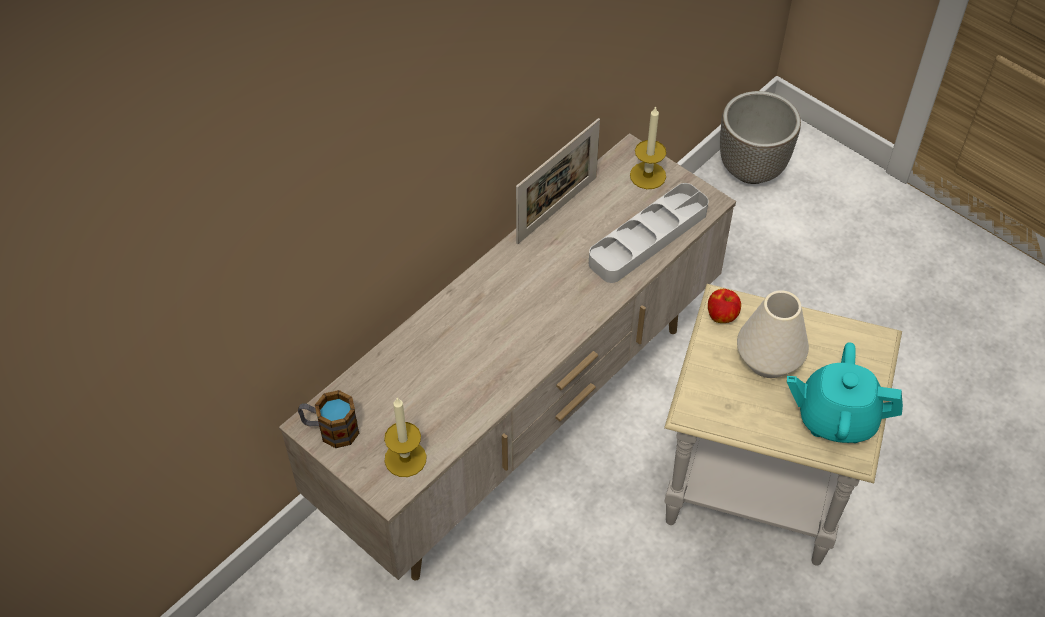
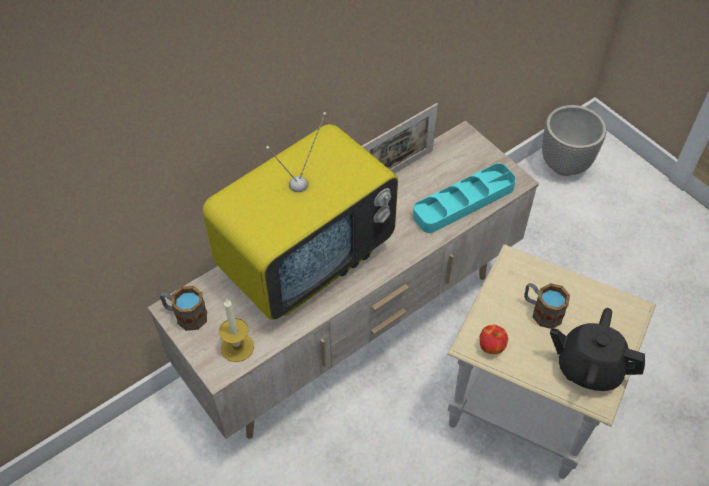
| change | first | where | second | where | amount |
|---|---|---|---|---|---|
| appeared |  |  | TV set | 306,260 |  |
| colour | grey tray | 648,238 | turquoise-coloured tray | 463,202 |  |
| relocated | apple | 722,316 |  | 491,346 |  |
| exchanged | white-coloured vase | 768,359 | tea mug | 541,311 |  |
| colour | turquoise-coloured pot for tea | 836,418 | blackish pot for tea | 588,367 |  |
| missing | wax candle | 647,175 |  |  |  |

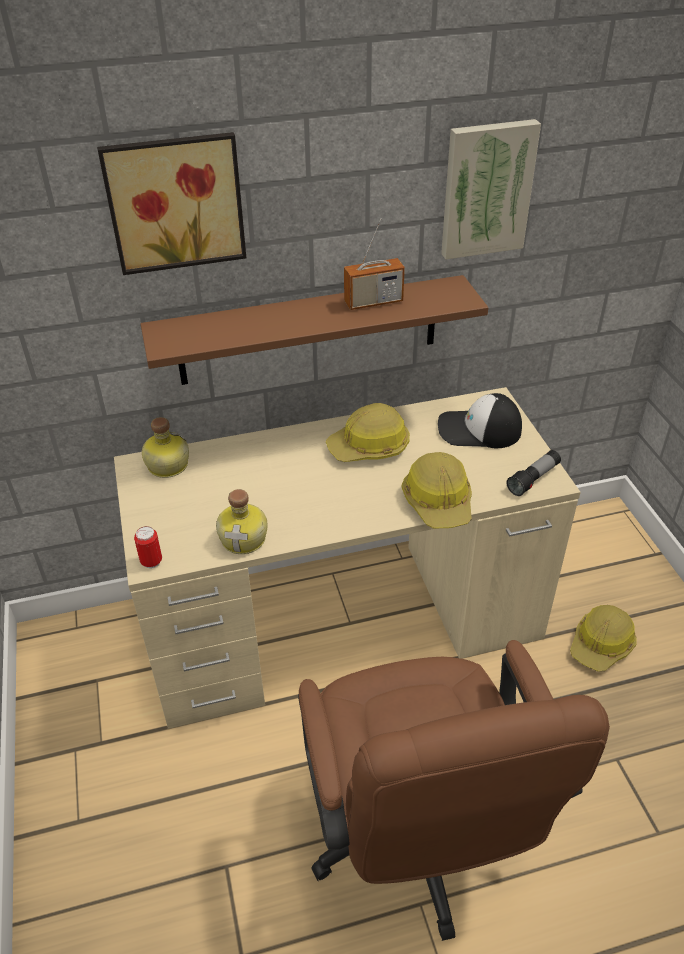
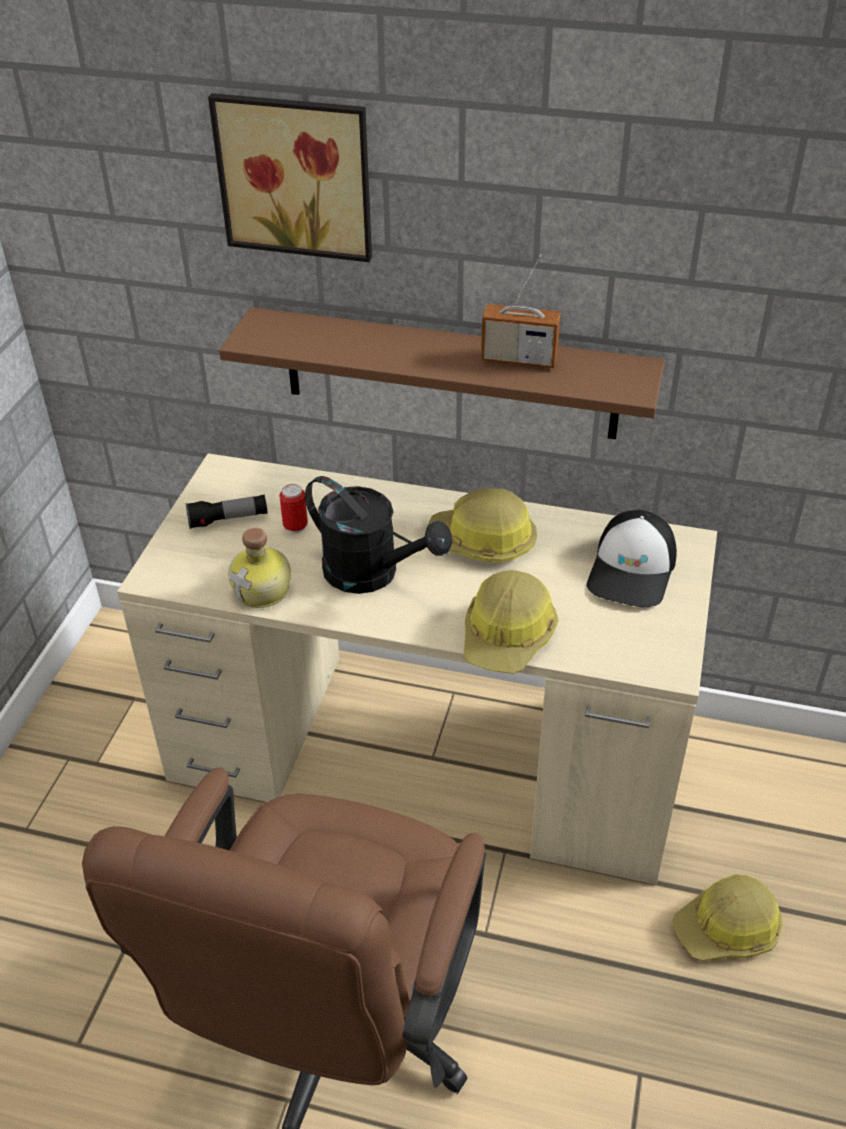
| change | first | where | second | where | amount |
|---|---|---|---|---|---|
| relocated | flashlight | 533,479 |  | 228,520 |  |
| relocated | can | 151,562 |  | 295,527 |  |
| appeared |  |  | blackish watering can | 372,574 |  |
| spun | peaked cap | 478,430 |  | 632,570 | 105 degrees counterclockwise |
| missing | bottle | 166,465 |  |  |  |
| missing | wall art | 486,189 |  |  |  |

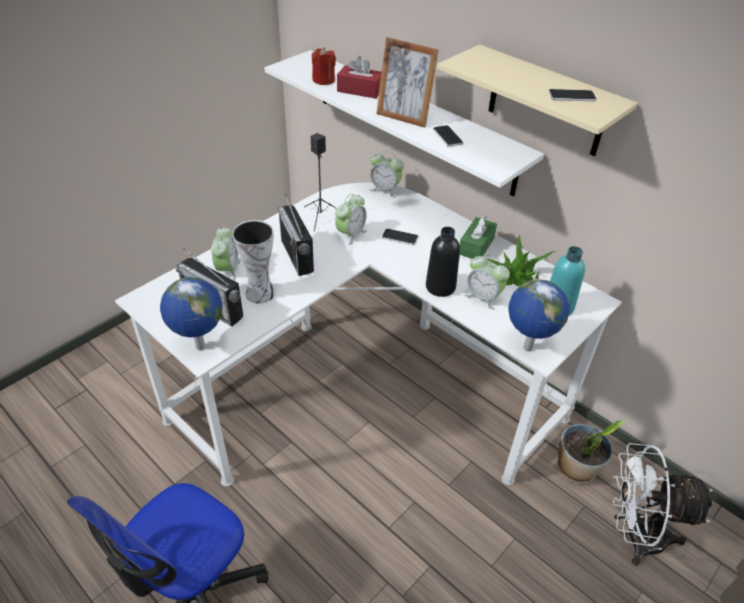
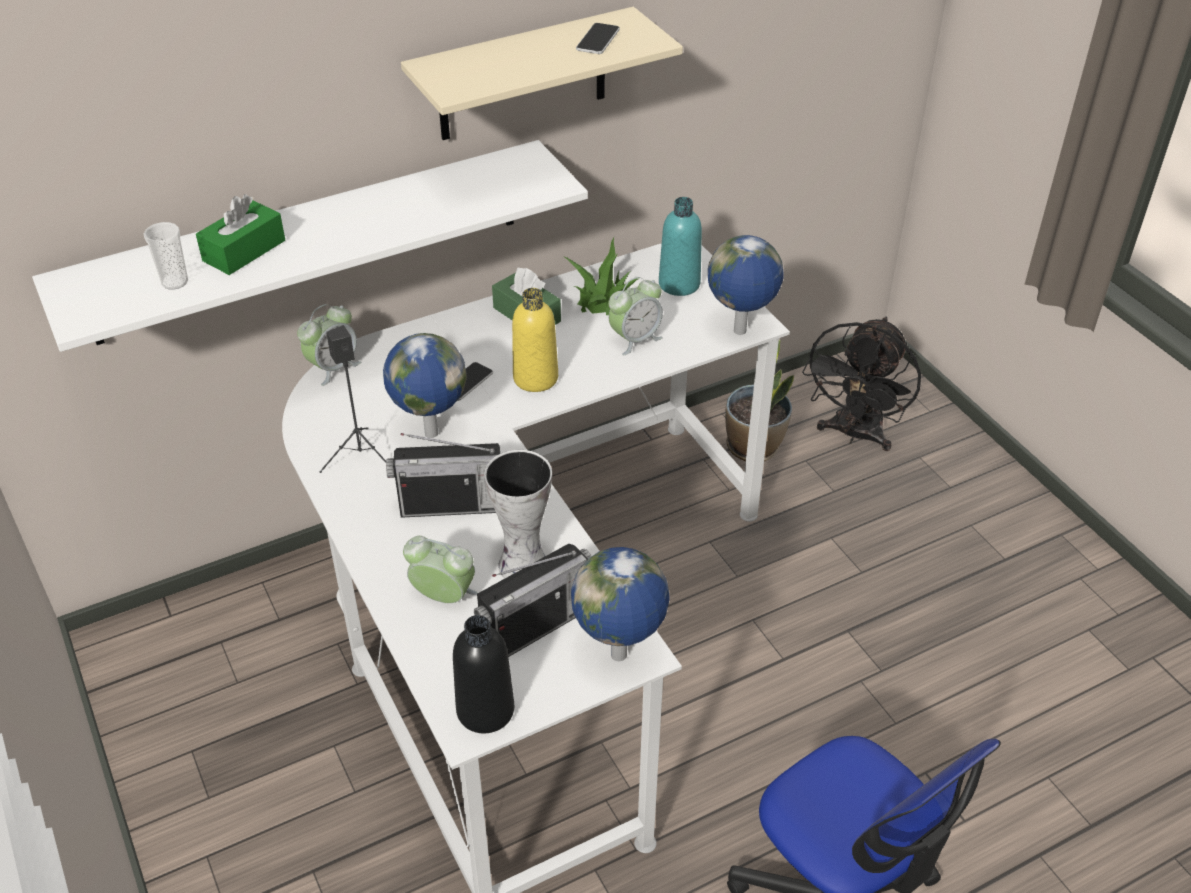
| change | first | where | second | where | amount |
|---|---|---|---|---|---|
| exchanged | red wax candle | 323,80 | drinking cup | 175,282 |  |
| colour | red tissue holder | 360,90 | green-coloured tissue holder | 244,251 |  |
| exchanged | alarm clock | 350,234 | globe | 430,433 |  |
| relocated | blackish bottle | 440,287 |  | 485,710 |  |
| appeared |  |  | yellow-coloured bottle | 535,378 |  |
| colour | white-coloured fan | 634,536 | blackish fan | 854,435 |  |
| missing | picture frame | 403,117 |  |  |  |
| missing | telephone | 447,137 |  |  |  |

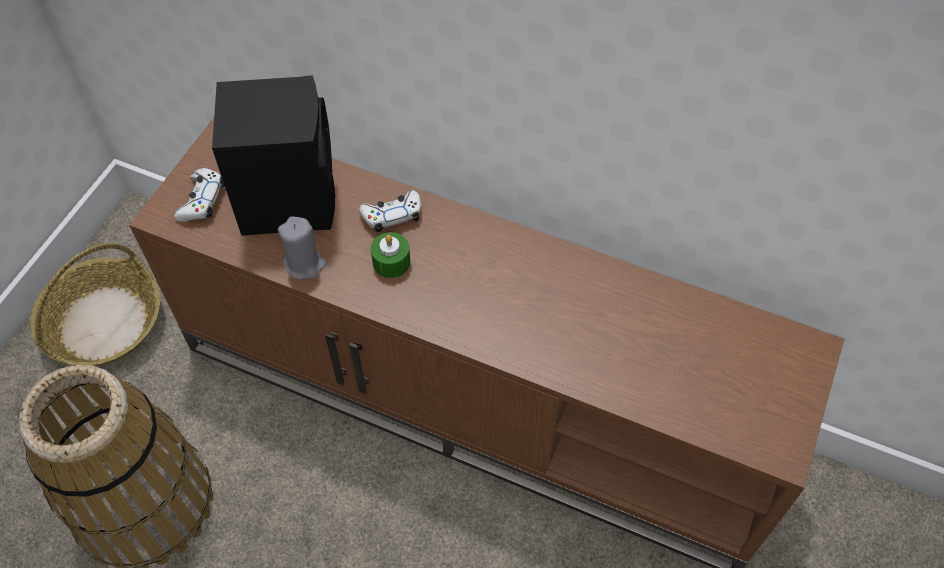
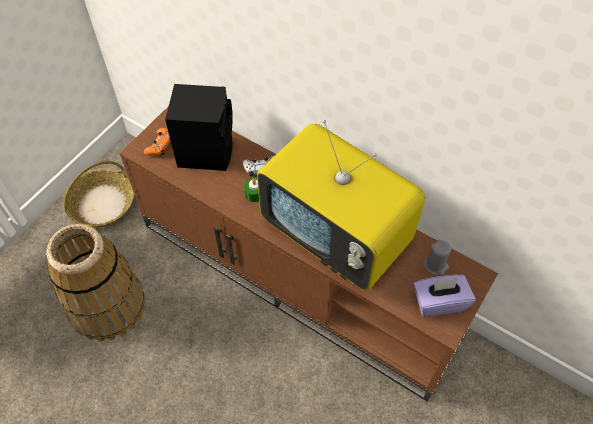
| change | first | where | second | where | amount |
|---|---|---|---|---|---|
| colour | white-coloured gamepad | 201,200 | orange-coloured gamepad | 159,145 |  |
| appeared |  |  | TV set | 337,237 |  |
| appeared |  |  | purple tissue holder | 439,302 |  |
| relocated | grey wax candle | 305,264 |  | 435,265 |  |

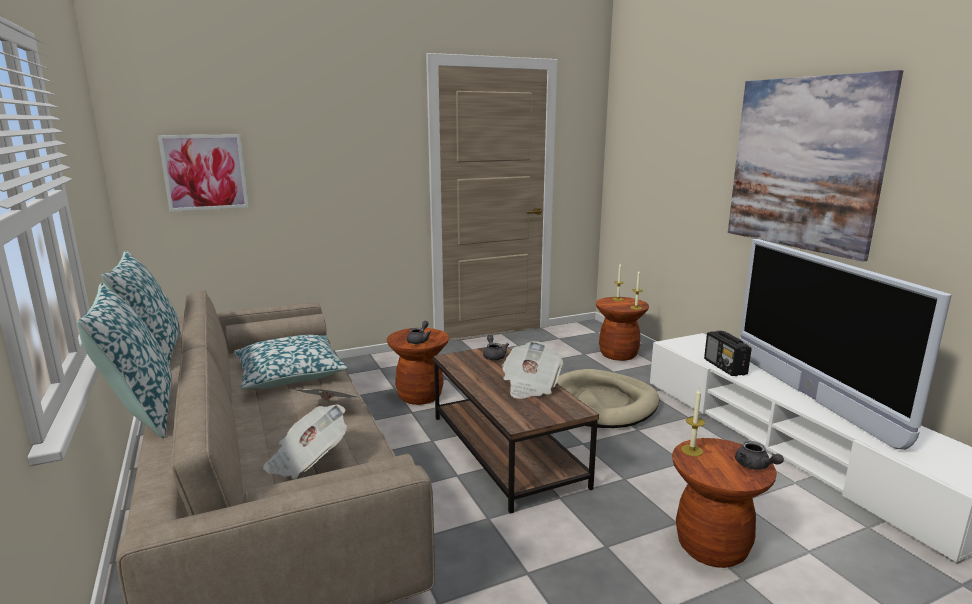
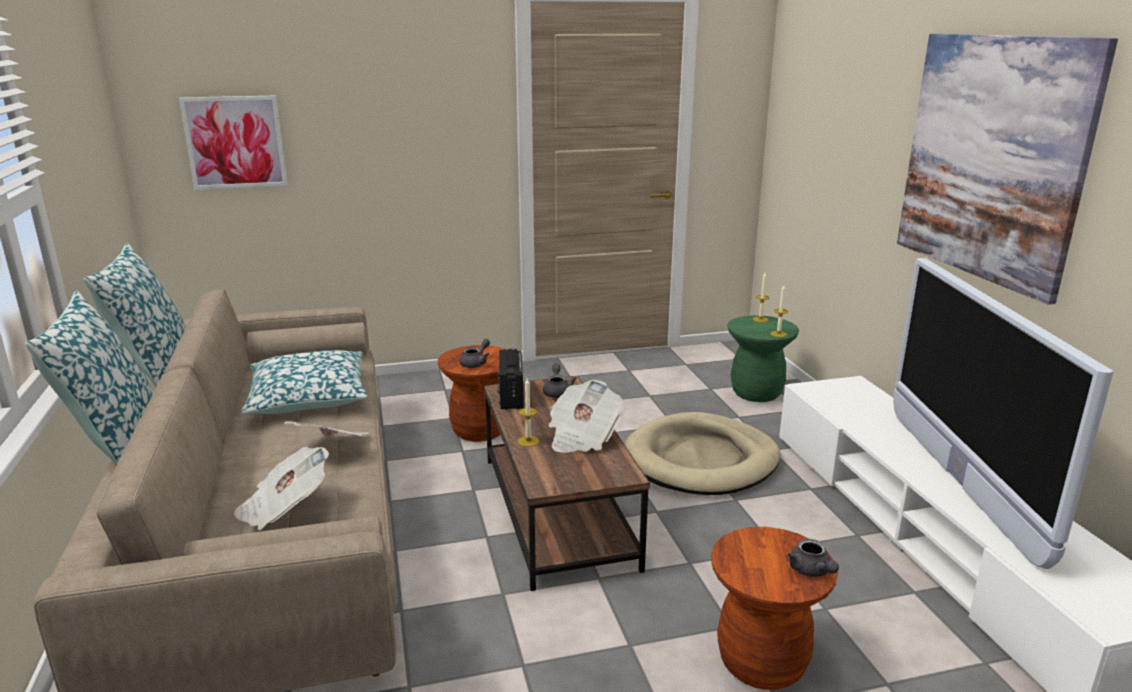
| change | first | where | second | where | amount |
|---|---|---|---|---|---|
| relocated | radio set | 725,367 |  | 511,397 |  |
| relocated | wax candle | 692,450 |  | 528,441 |  |
| colour | brownish sitting stool | 618,354 | green-coloured sitting stool | 756,393 |  |

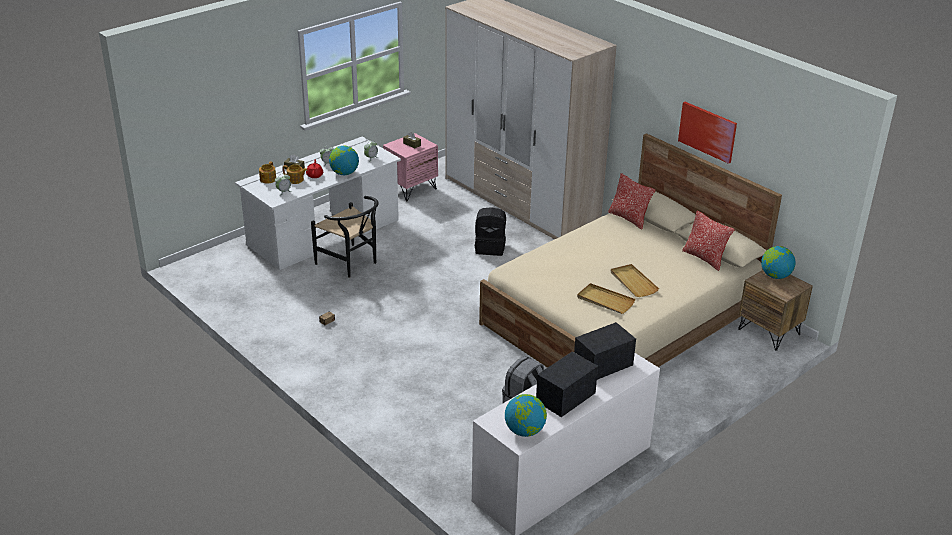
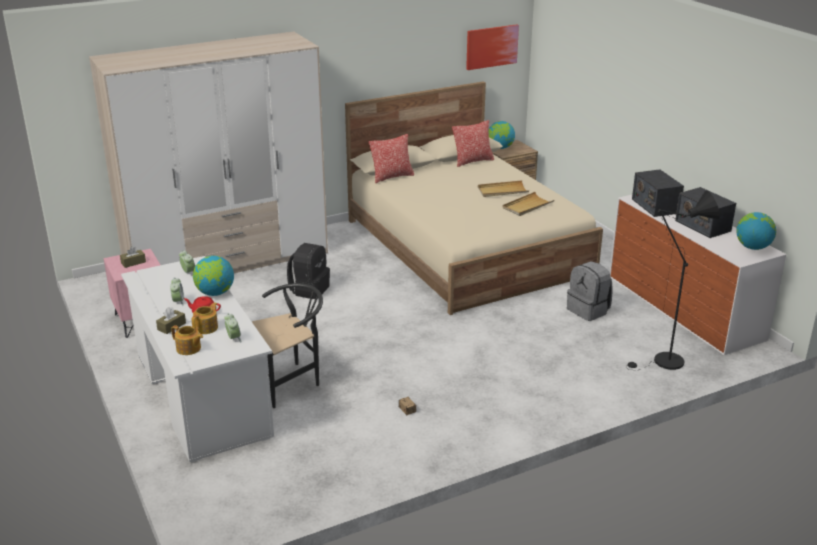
| change | first | where | second | where | amount |
|---|---|---|---|---|---|
| relocated | wall art | 707,131 |  | 491,46 |  |
| appeared |  |  | blackish floor lamp | 663,362 |  |

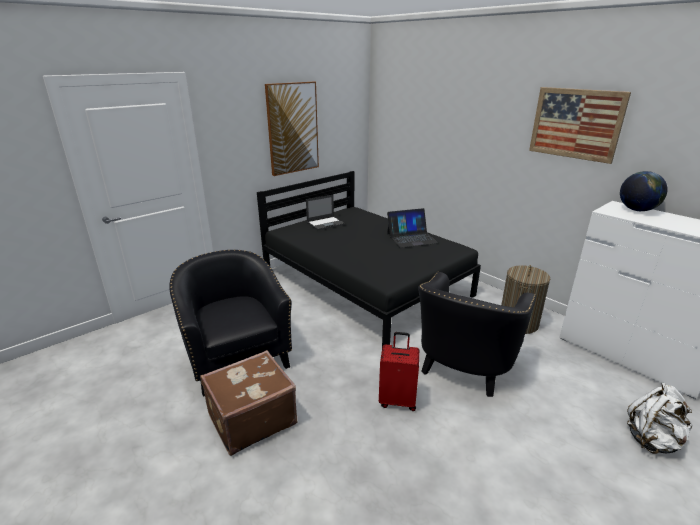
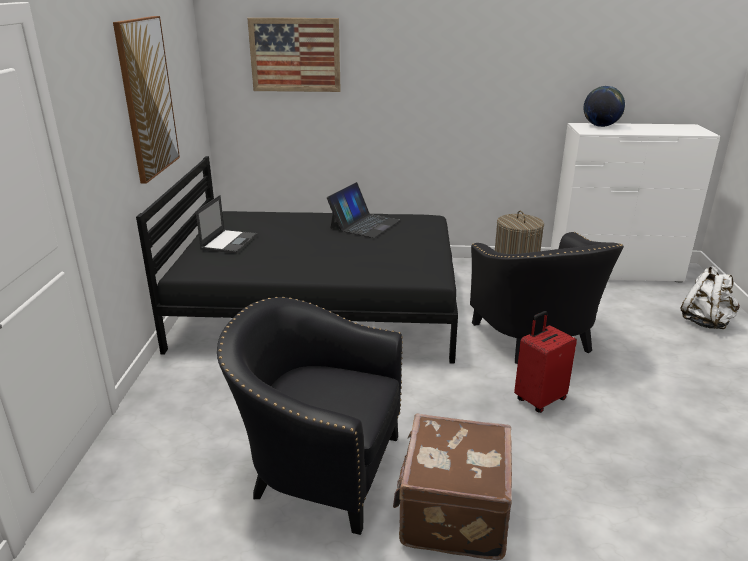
| change | first | where | second | where | amount |
|---|---|---|---|---|---|
| relocated | wall art | 575,124 |  | 295,55 |  |

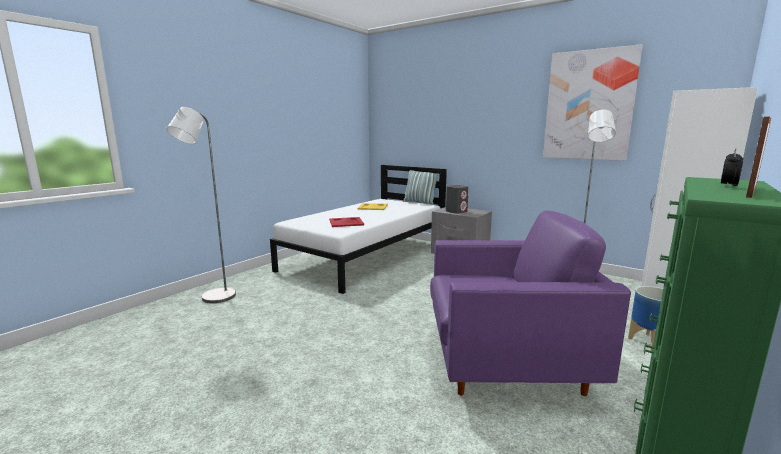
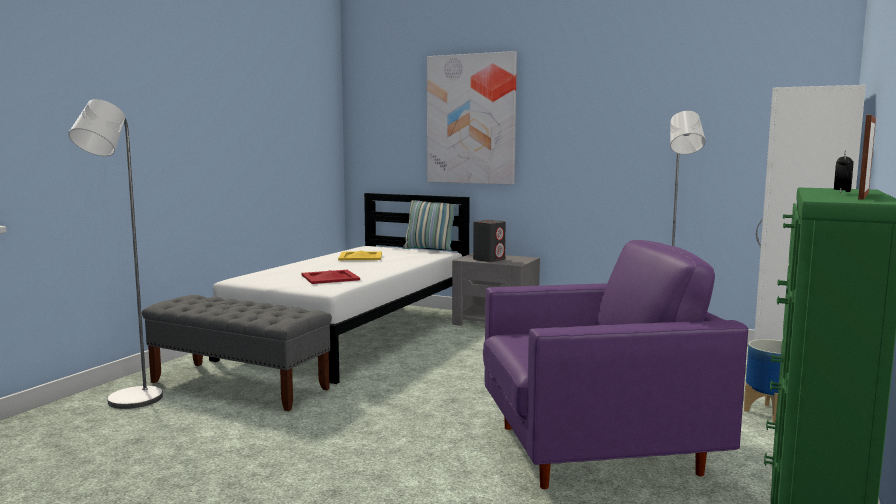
| change | first | where | second | where | amount |
|---|---|---|---|---|---|
| appeared |  |  | grey indoor bench | 239,385 |  |
| relocated | wall art | 589,106 |  | 471,119 |  |

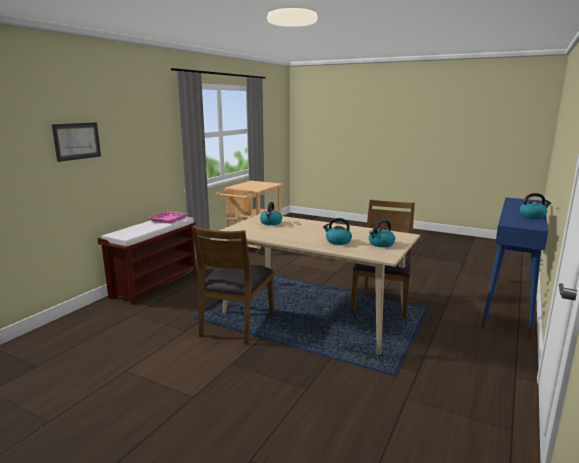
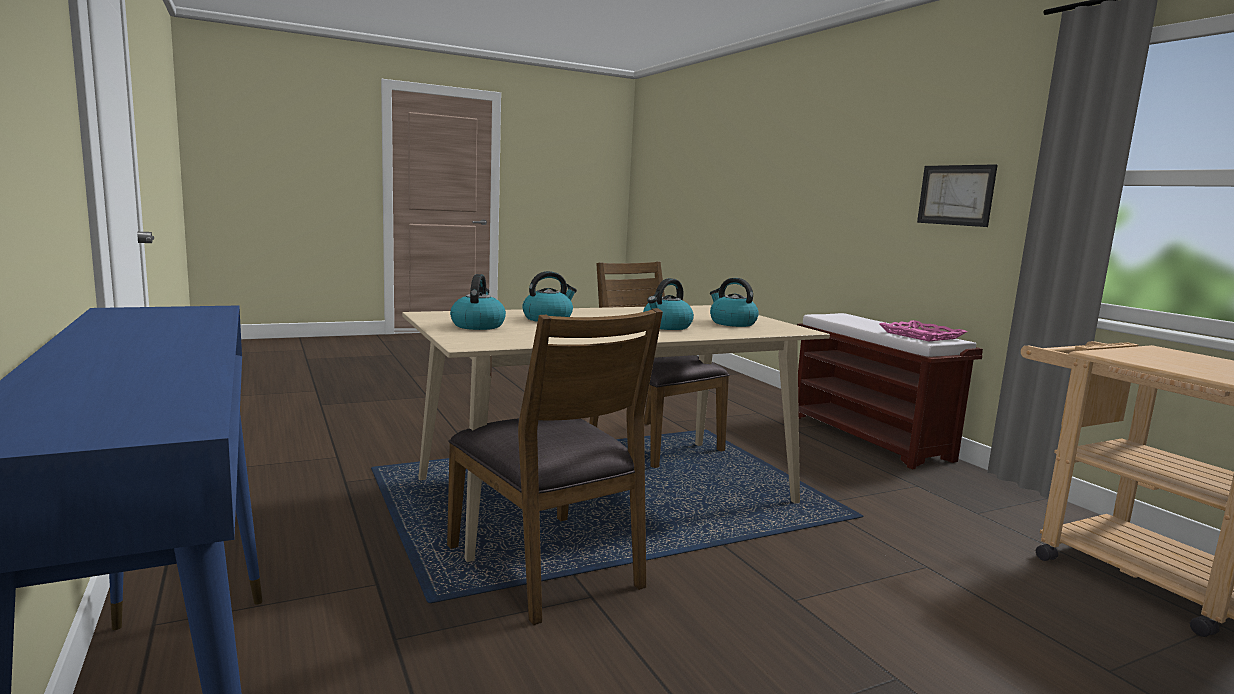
| change | first | where | second | where | amount |
|---|---|---|---|---|---|
| relocated | tea kettle | 532,216 |  | 666,326 |  |
| relocated | wall art | 77,141 |  | 956,195 |  |

